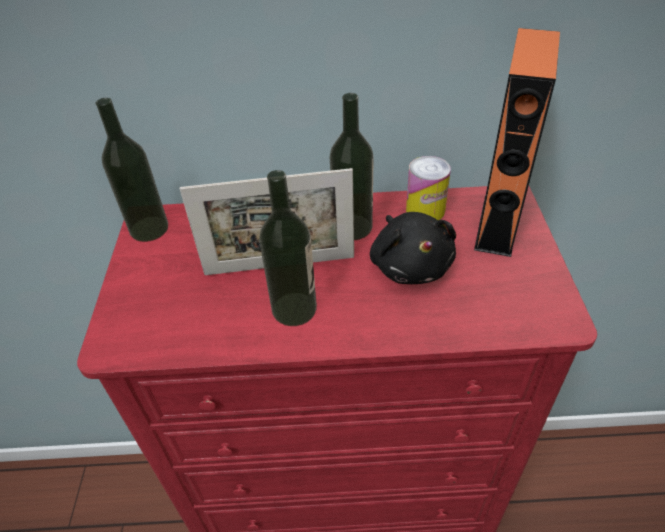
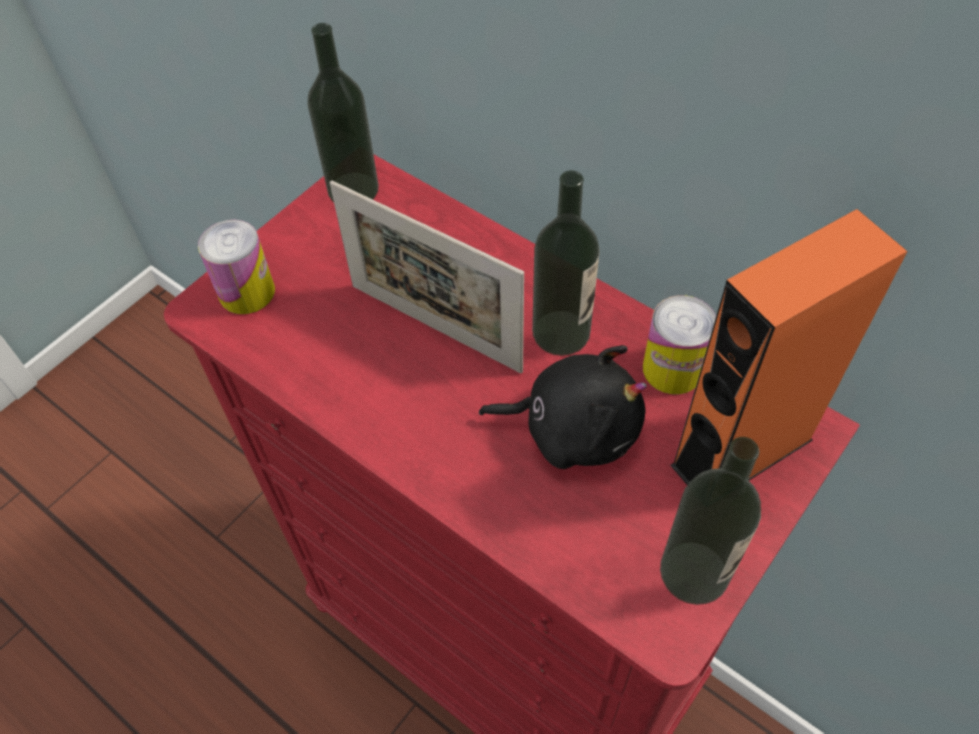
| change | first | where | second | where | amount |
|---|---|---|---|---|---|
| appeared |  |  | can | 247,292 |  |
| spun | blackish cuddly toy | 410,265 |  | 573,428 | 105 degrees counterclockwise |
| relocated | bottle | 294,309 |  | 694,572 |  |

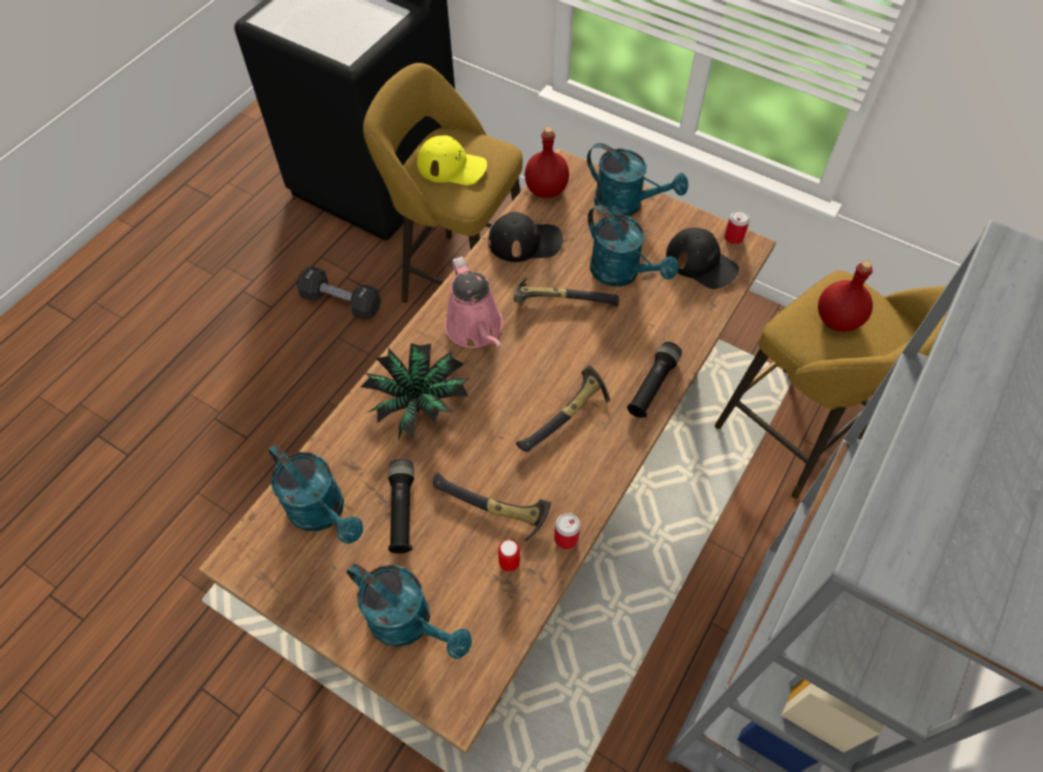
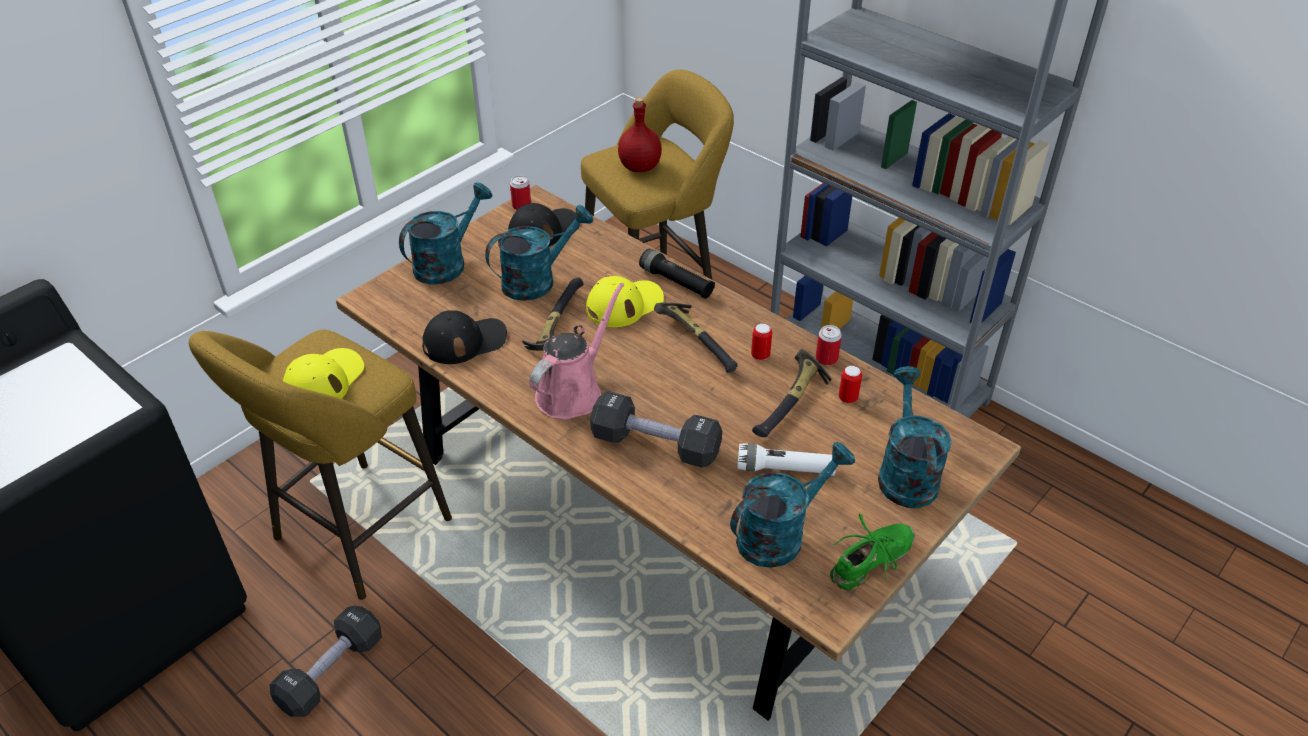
| change | first | where | second | where | amount |
|---|---|---|---|---|---|
| spun | blackish peaked cap | 525,241 |  | 465,341 | 60 degrees clockwise |
| spun | pinkish watering can | 476,329 |  | 573,392 | 45 degrees counterclockwise |
| appeared |  |  | yellow-coloured peaked cap | 624,304 |  |
| exchanged | potted plant | 419,402 | blackish hand weight | 655,445 |  |
| colour | blackish flashlight | 402,511 | white-coloured flashlight | 785,469 |  |
| appeared |  |  | can | 760,355 |  |
| appeared |  |  | green-coloured shoe | 871,562 |  |
| spun | turquoise-coloured watering can | 409,623 |  | 905,473 | 45 degrees counterclockwise |
| missing | red bottle | 546,189 |  |  |  |

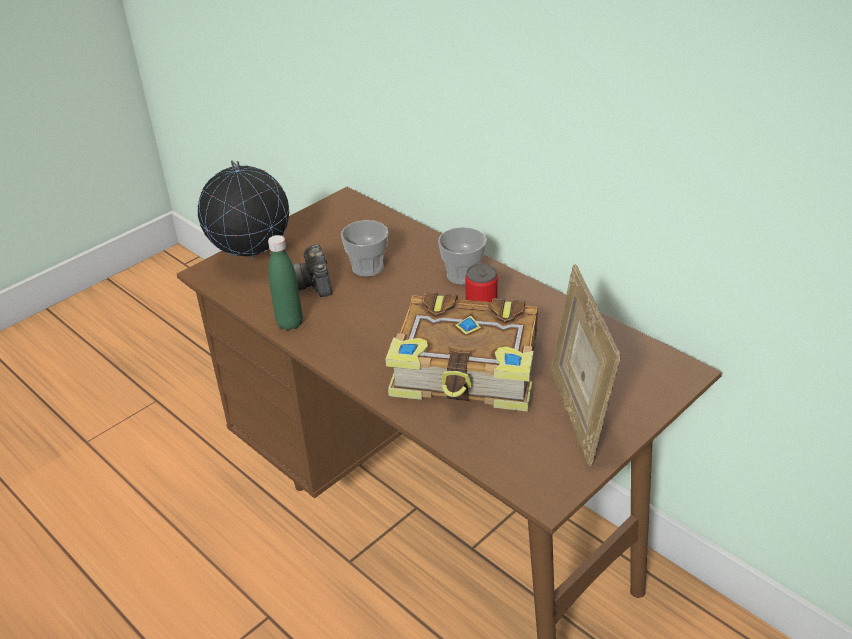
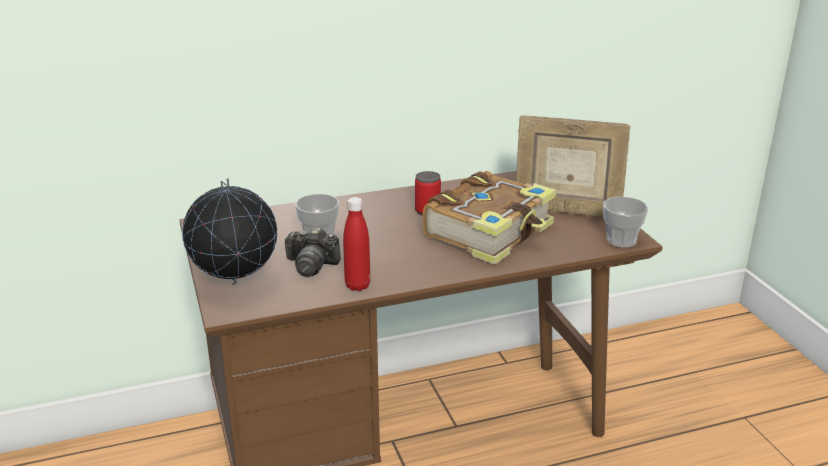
| change | first | where | second | where | amount |
|---|---|---|---|---|---|
| colour | green-coloured bottle | 290,323 | red bottle | 357,286 |  |
| relocated | drinking cup | 462,275 |  | 621,240 |  |

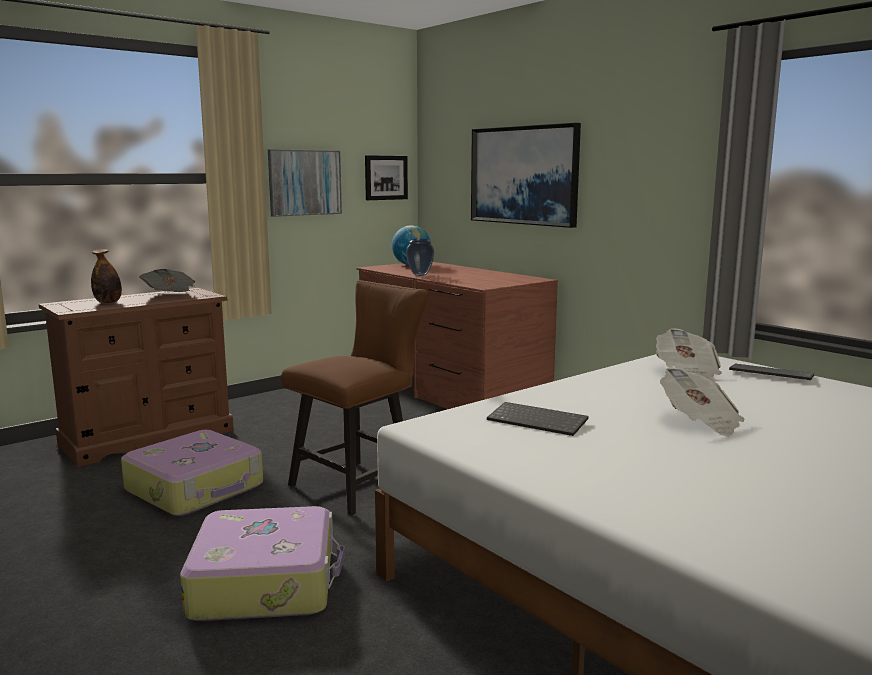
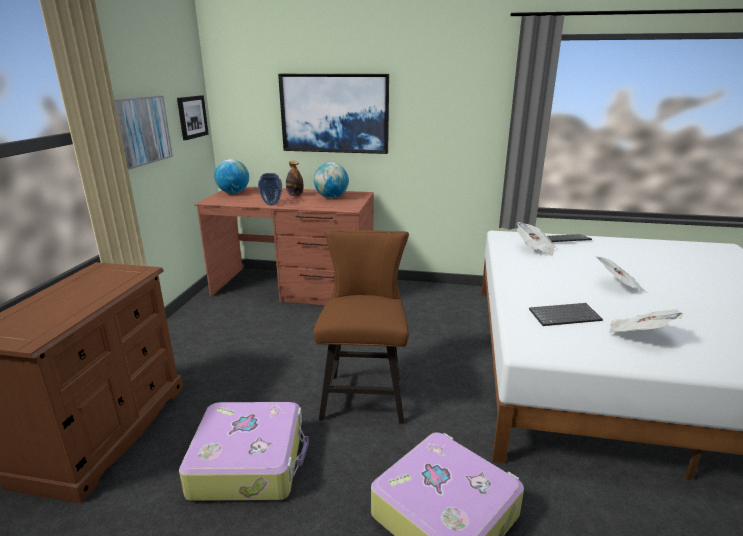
| change | first | where | second | where | amount |
|---|---|---|---|---|---|
| relocated | bottle | 108,302 |  | 295,195 |  |
| appeared |  |  | globe | 331,197 |  |
| relocated | printed paper | 170,296 |  | 638,335 |  |

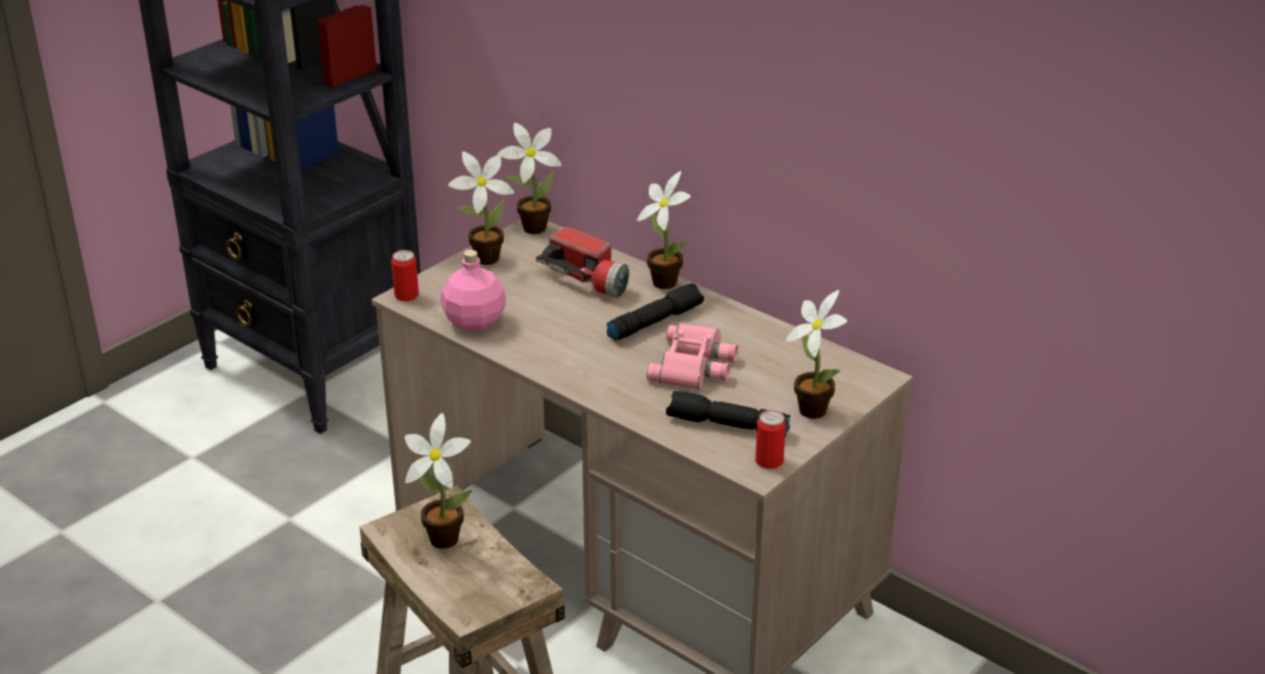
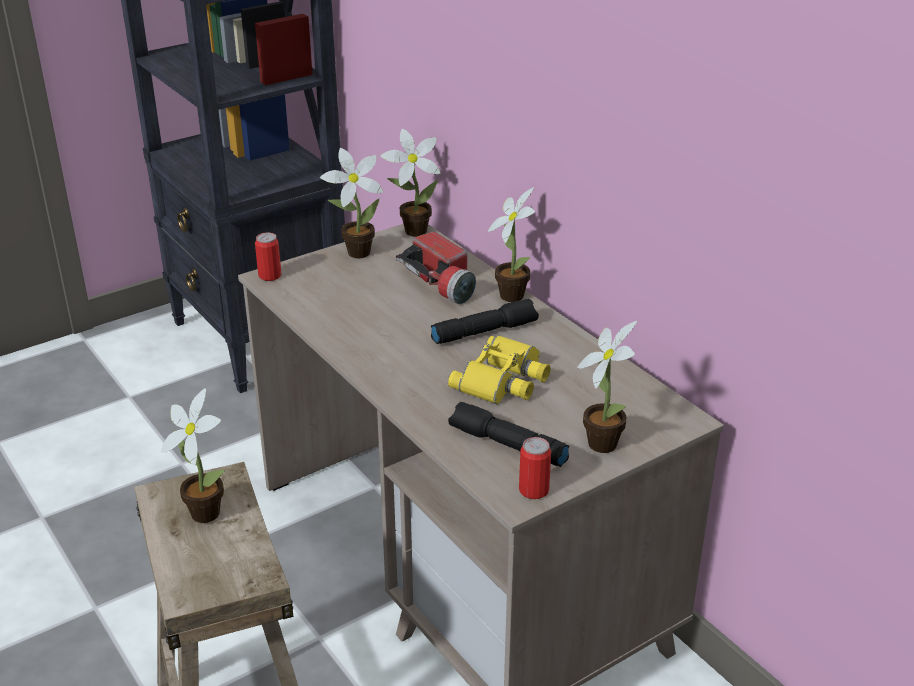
| change | first | where | second | where | amount |
|---|---|---|---|---|---|
| colour | pinkish pair of binoculars | 695,365 | yellow-coloured pair of binoculars | 504,379 |  |
| missing | pinkish bottle | 473,321 |  |  |  |

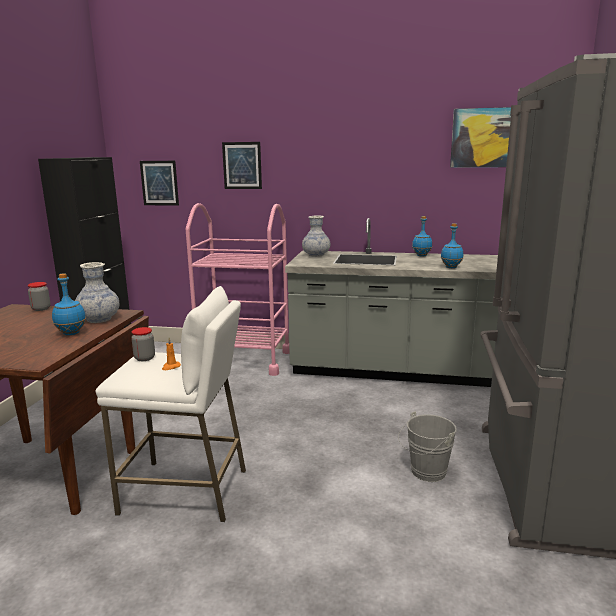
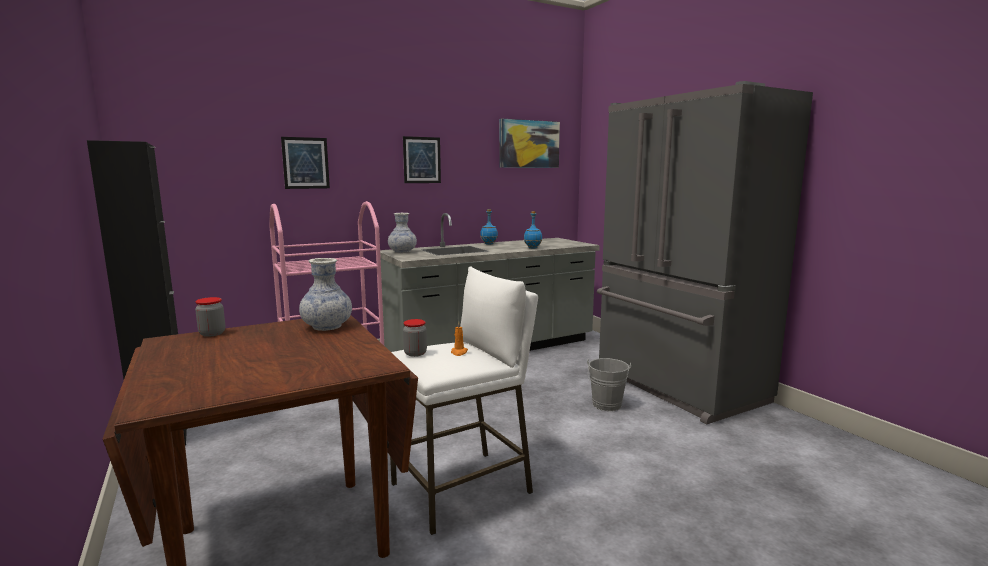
| change | first | where | second | where | amount |
|---|---|---|---|---|---|
| relocated | wall art | 159,183 |  | 422,160 |  |
| missing | blue bottle | 71,333 |  |  |  |

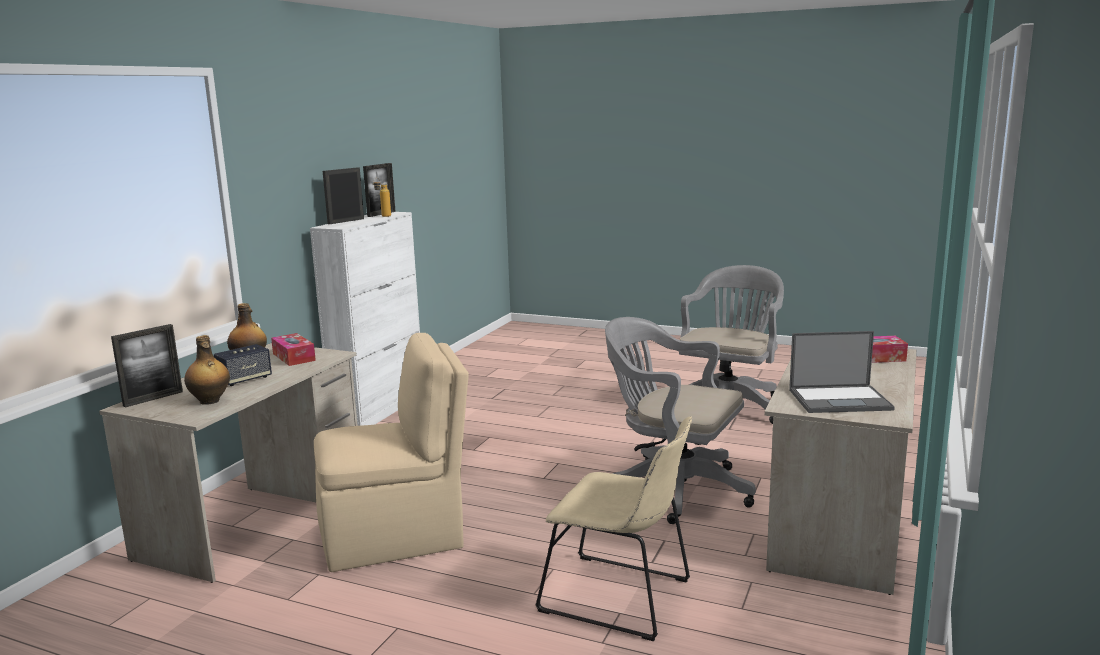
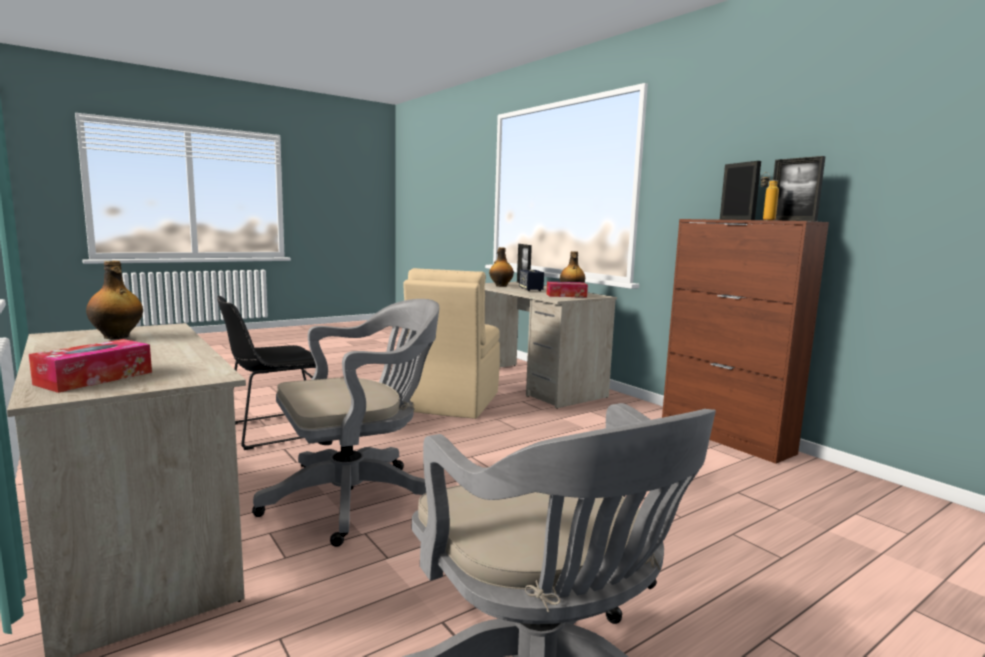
| change | first | where | second | where | amount |
|---|---|---|---|---|---|
| exchanged | notebook computer | 840,399 | bottle | 117,337 |  |
| colour | beige-coloured chair | 621,597 | blackish chair | 275,430 |  |
| colour | white-coloured cupboard | 380,410 | brownish cupboard | 725,437 |  |

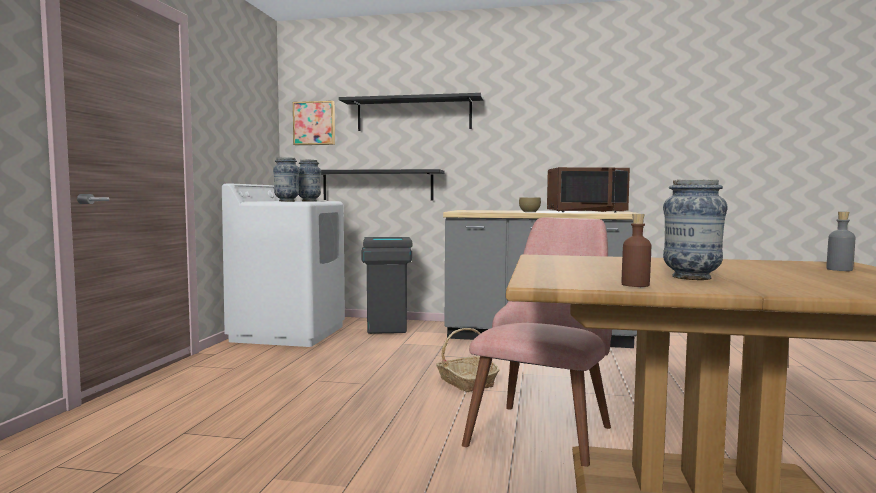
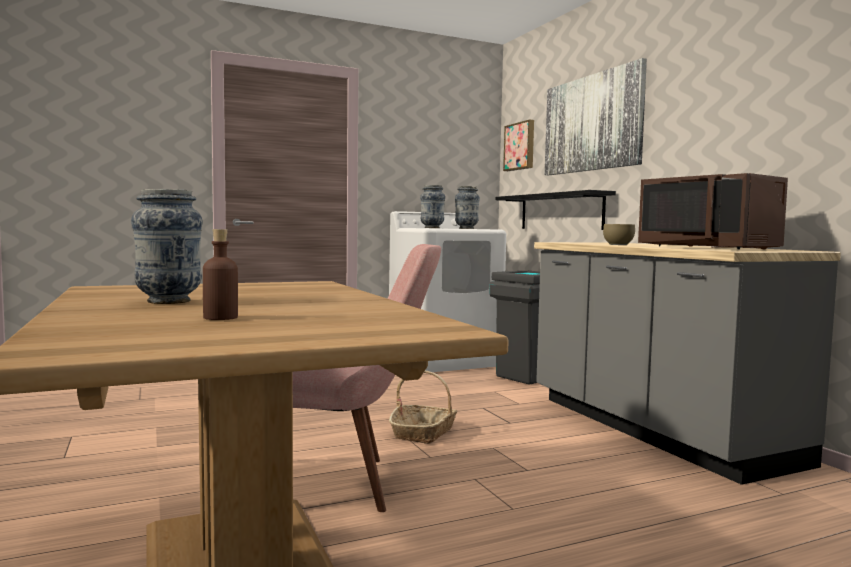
| change | first | where | second | where | amount |
|---|---|---|---|---|---|
| relocated | brownish bottle | 635,285 |  | 220,317 |  |
| exchanged | blackish wall shelf | 414,114 | wall art | 592,123 |  |
| missing | grey bottle | 839,269 |  |  |  |

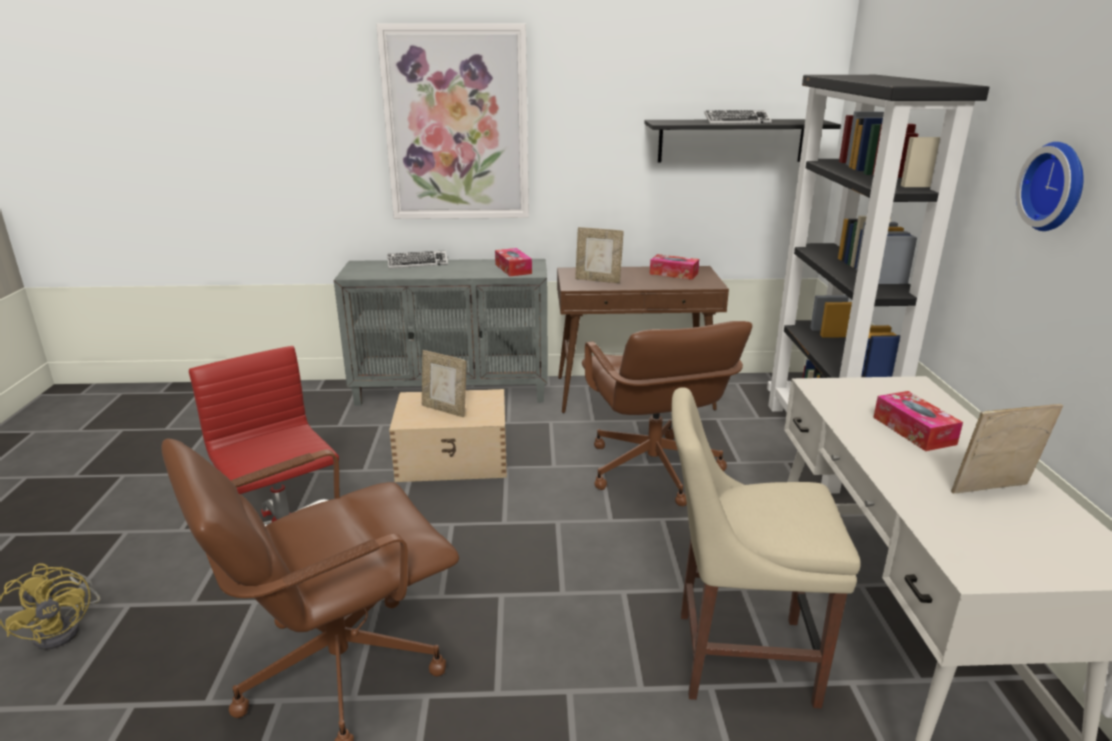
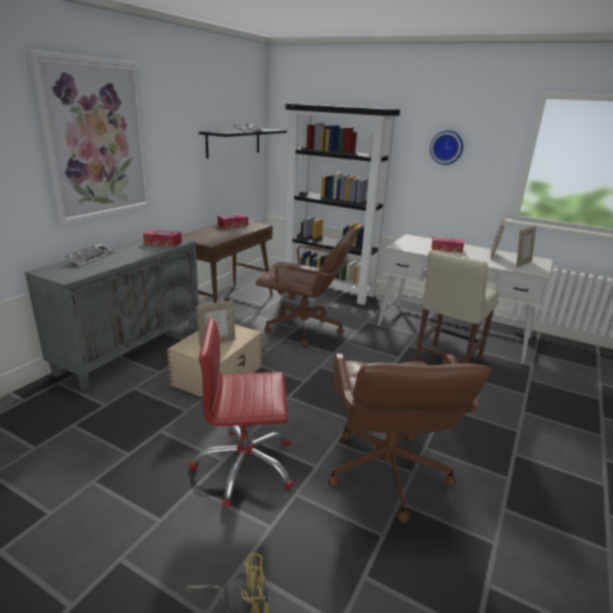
| change | first | where | second | where | amount |
|---|---|---|---|---|---|
| relocated | picture frame | 598,280 |  | 521,263 |  |

